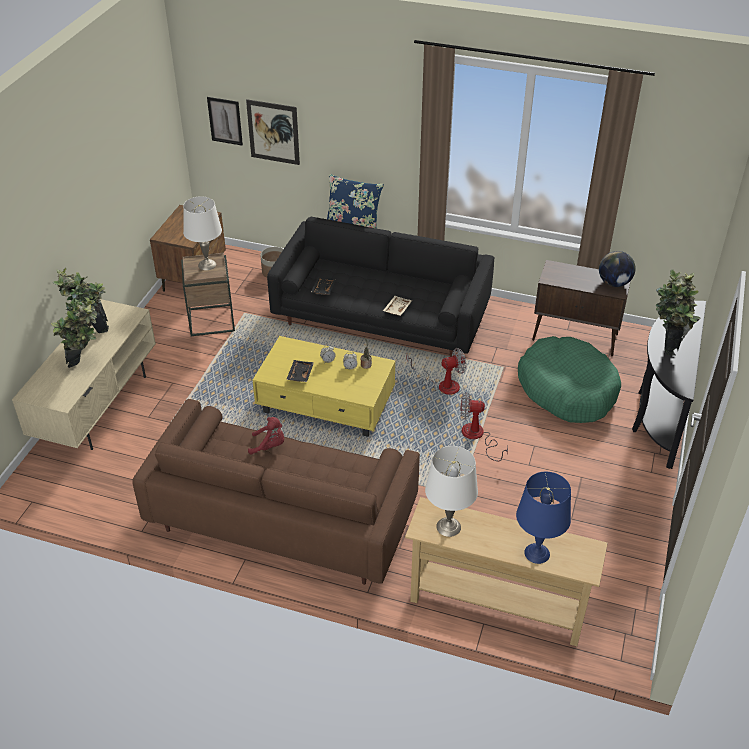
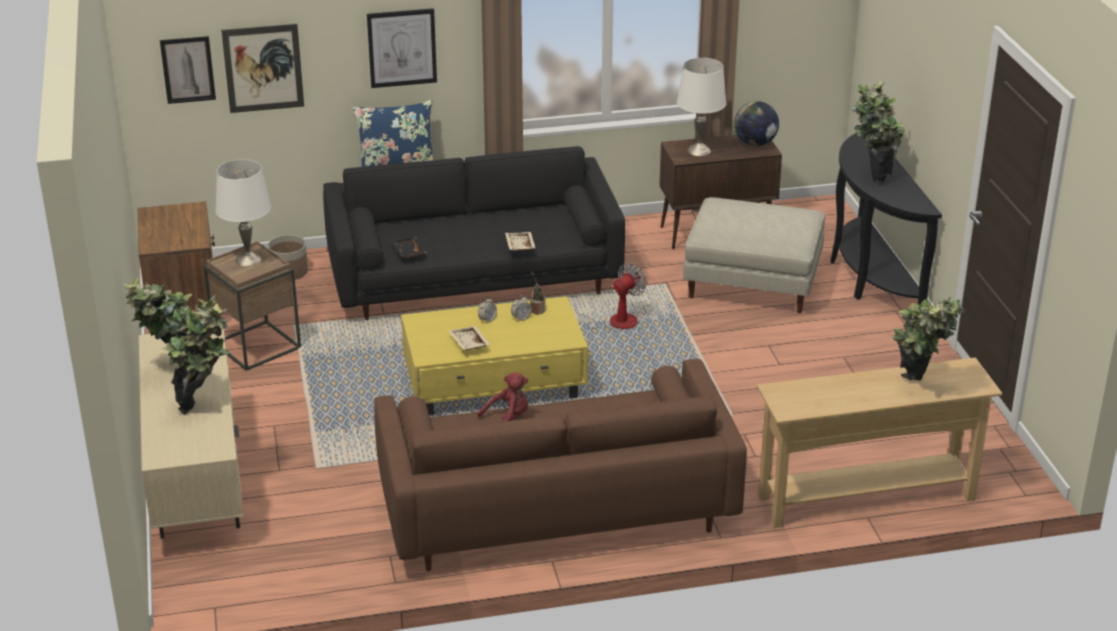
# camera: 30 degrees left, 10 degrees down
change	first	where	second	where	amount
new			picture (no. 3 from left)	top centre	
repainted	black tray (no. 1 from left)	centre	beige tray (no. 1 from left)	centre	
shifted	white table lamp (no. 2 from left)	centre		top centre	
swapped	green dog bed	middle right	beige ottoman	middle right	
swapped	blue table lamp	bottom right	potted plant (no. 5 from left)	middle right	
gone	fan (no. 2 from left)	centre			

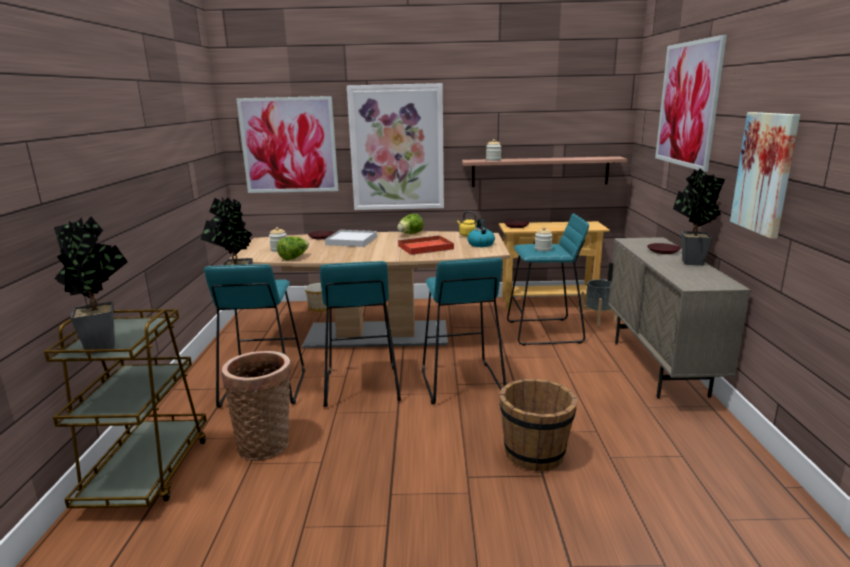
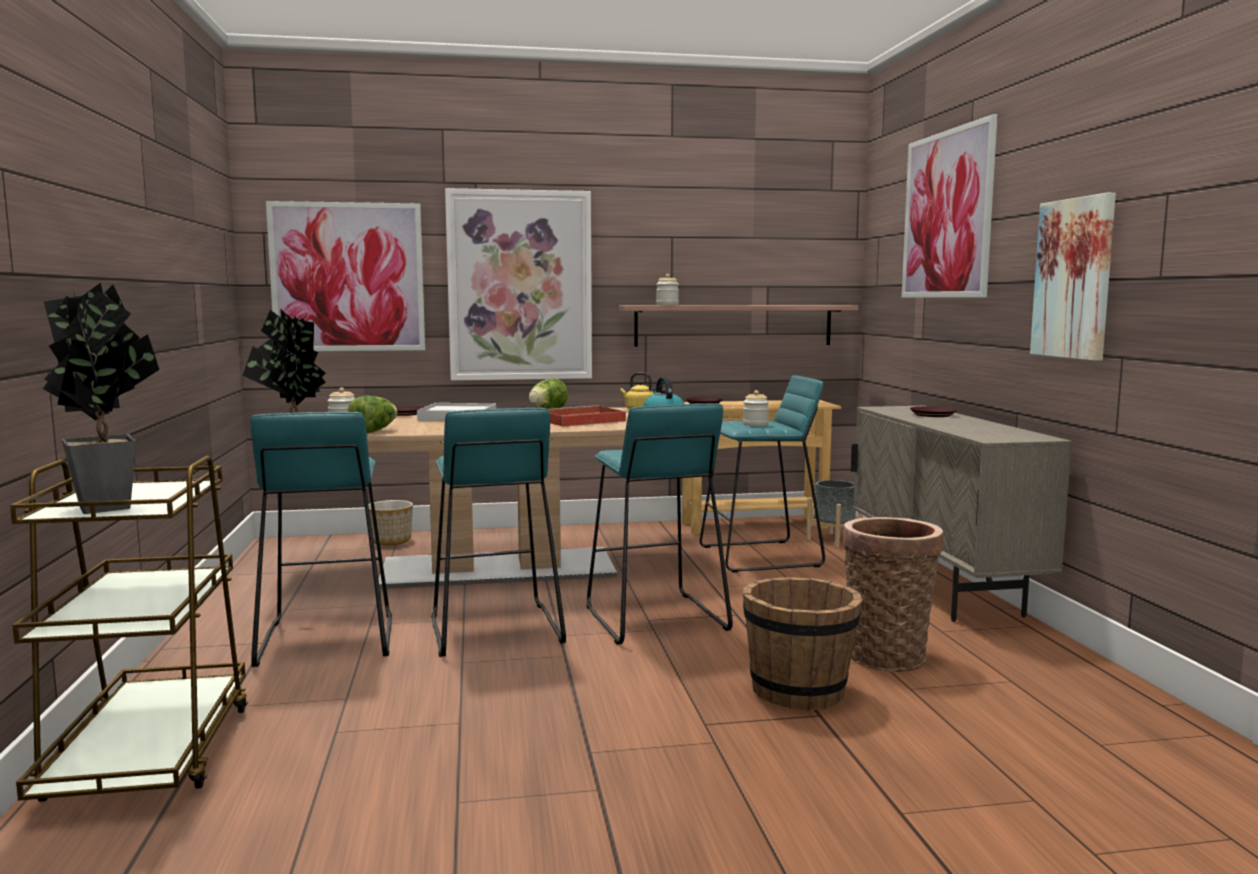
# camera: 10 degrees left, 10 degrees down
change	first	where	second	where	amount
shifted	basket	bottom left		bottom right	
gone	potted plant (no. 3 from left)	middle right			

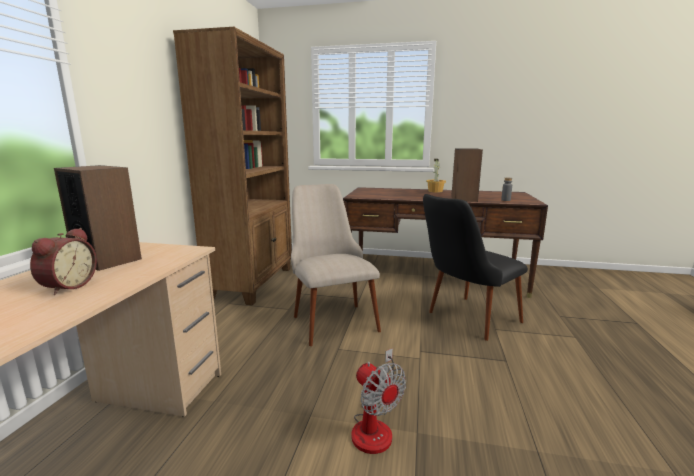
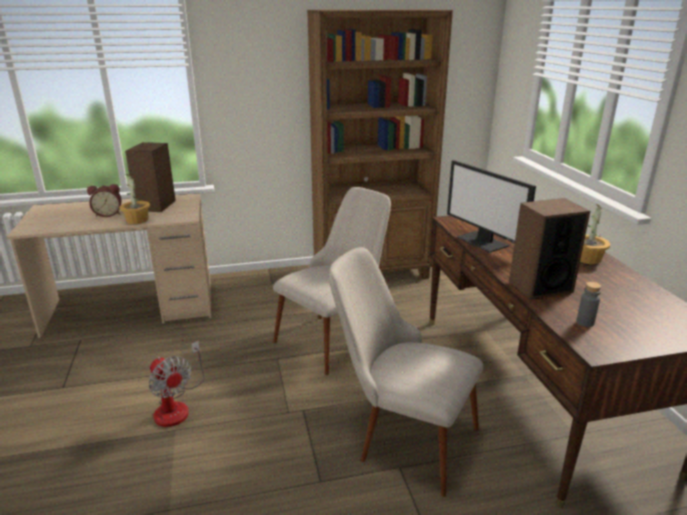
# camera: 65 degrees right, 10 degrees up
change	first	where	second	where	amount
new			potted plant (no. 1 from left)	middle left	
rotated	fan	bottom centre		bottom left	75 degrees counterclockwise
repainted	black chair	middle right	beige chair (no. 2 from left)	bottom centre	
new			monitor	middle right	

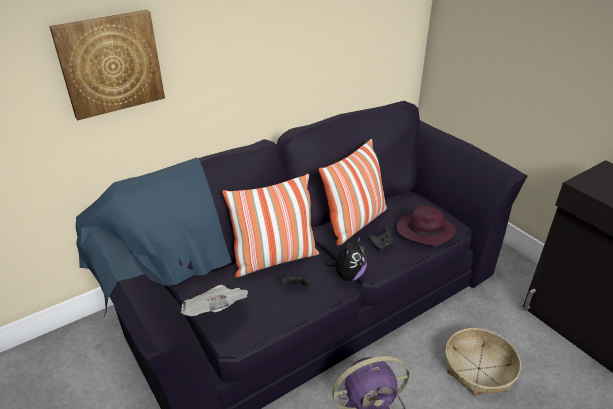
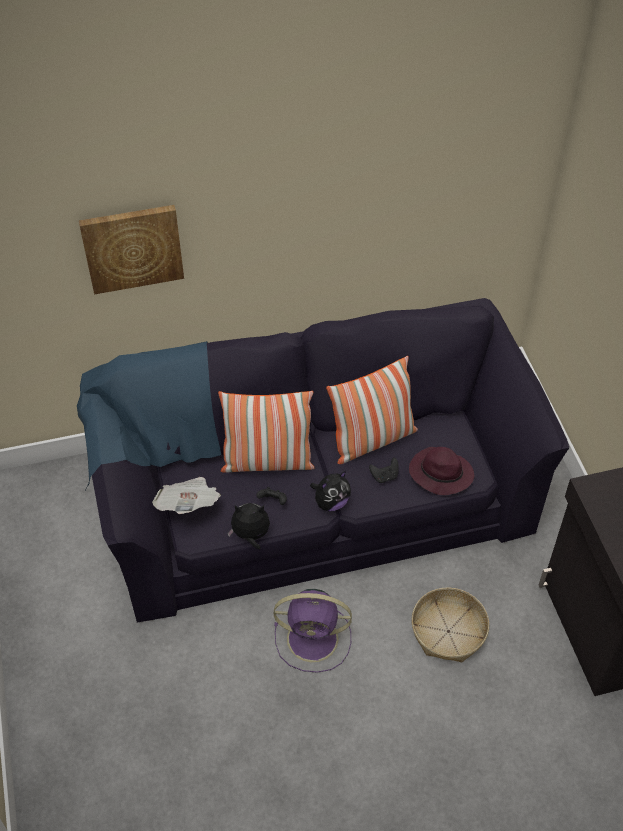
# camera: 20 degrees right, 15 degrees up
change	first	where	second	where	amount
new			plush toy (no. 1 from left)	centre	

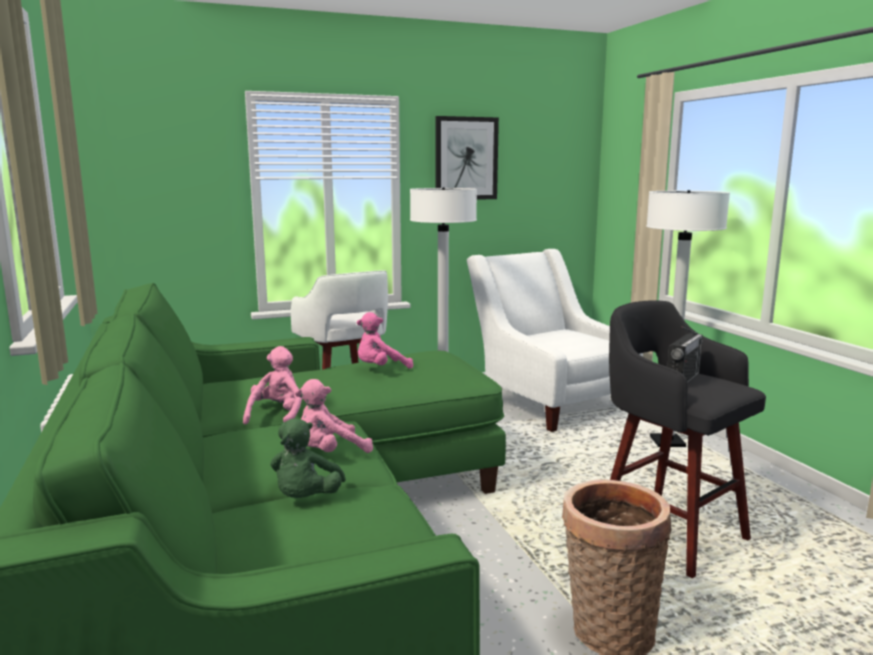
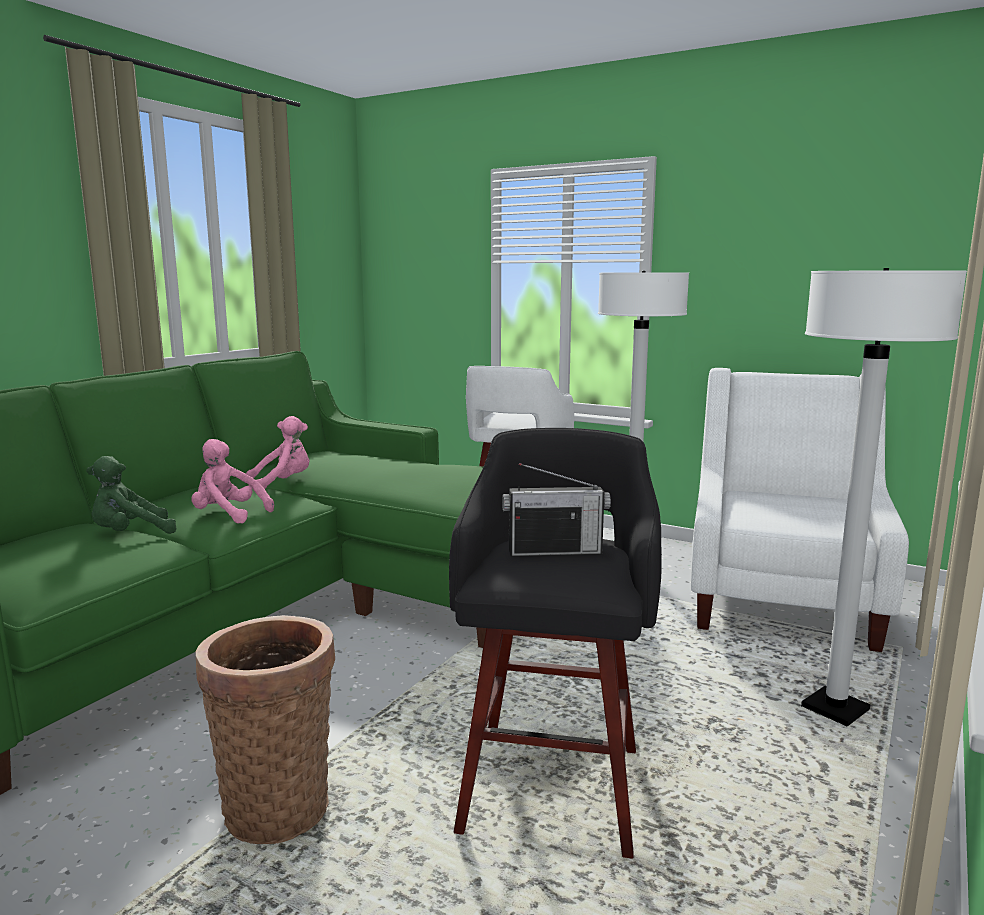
# camera: 50 degrees right, 0 degrees up
change	first	where	second	where	amount
gone	pink plush toy (no. 3 from left)	centre			
gone	picture	top centre			

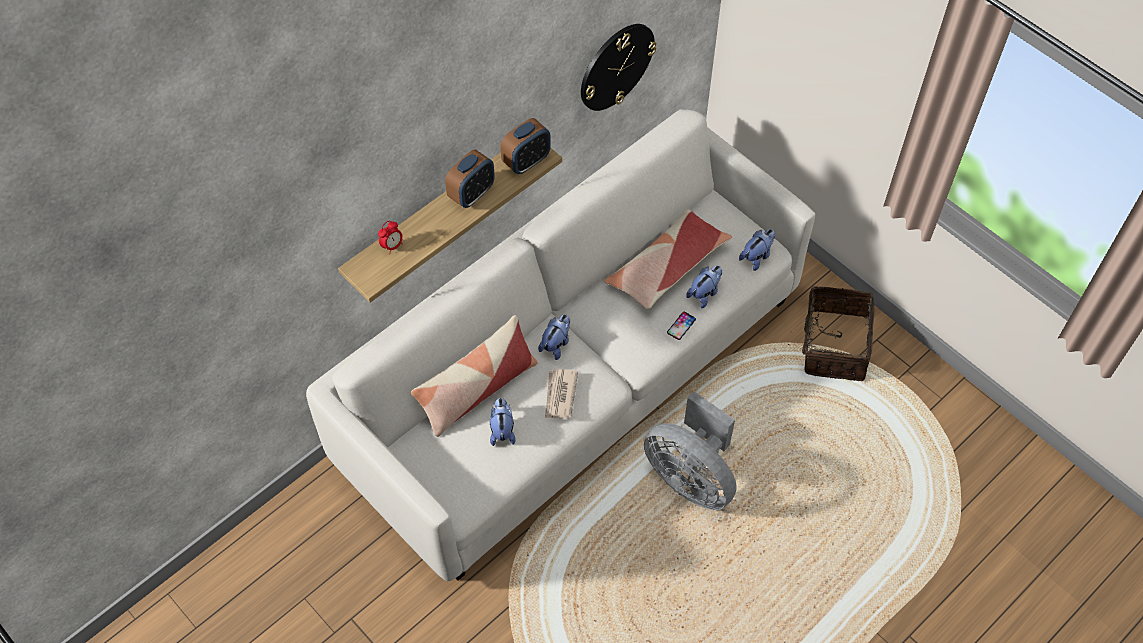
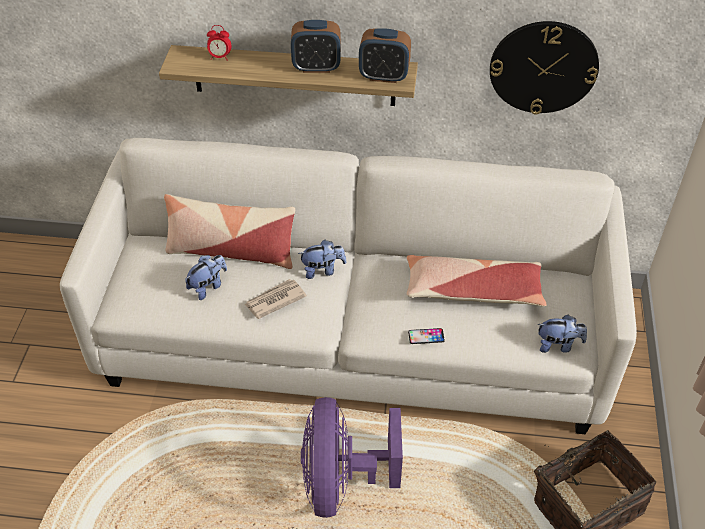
# camera: 50 degrees right, 10 degrees down
change	first	where	second	where	amount
repainted	grey fan	bottom centre	purple fan	bottom centre	
gone	plush toy (no. 3 from left)	centre			

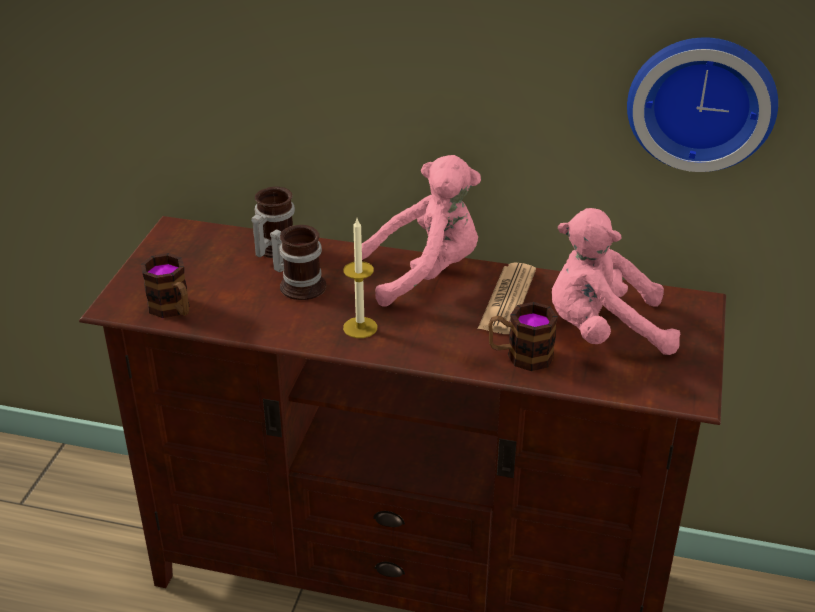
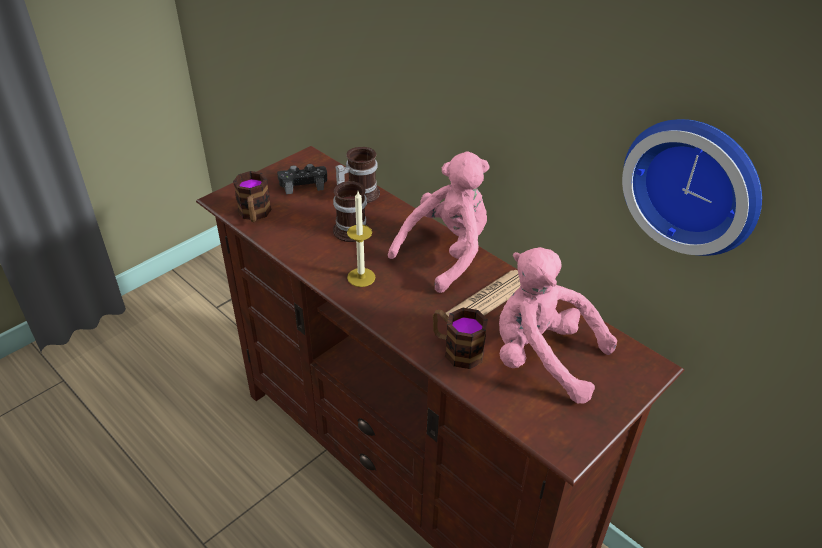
# camera: 30 degrees right, 5 degrees up
change	first	where	second	where	amount
new			black game controller	top centre	
rotated	pink plush toy (no. 1 from left)	centre		centre	60 degrees counterclockwise

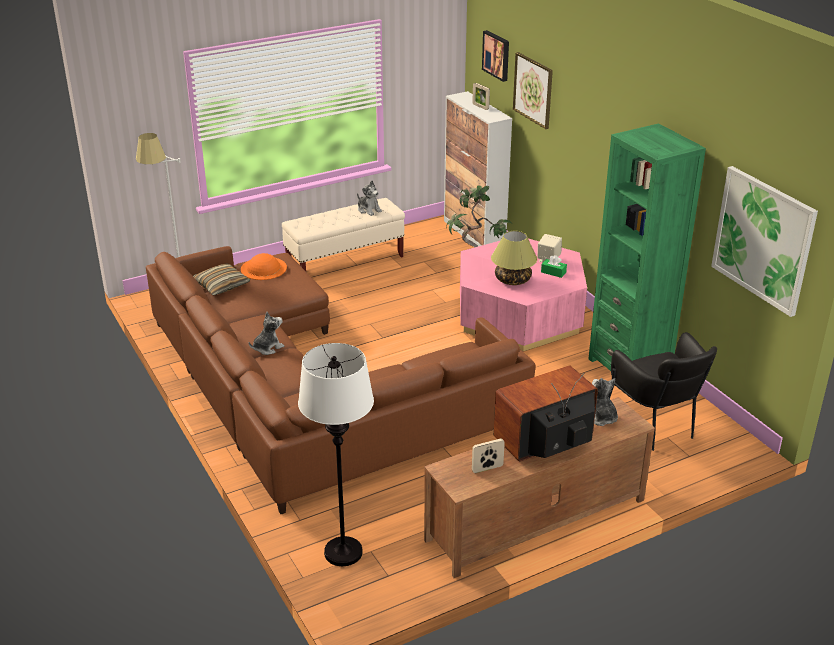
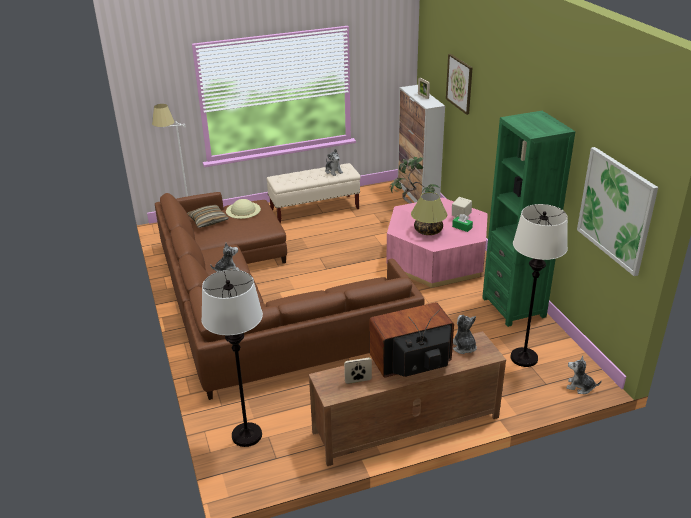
# camera: 10 degrees right, 0 degrees up
change	first	where	second	where	amount
repainted	orange hat	middle left	beige hat	centre	
swapped	black armchair	middle right	white floor lamp (no. 3 from left)	middle right	
new			plush toy (no. 4 from left)	bottom right	
gone	picture (no. 1 from left)	top centre			

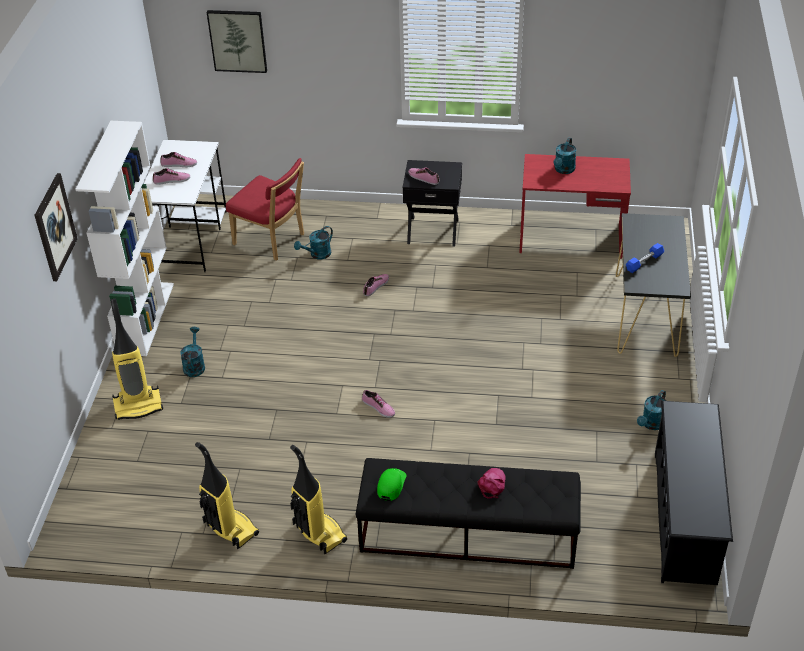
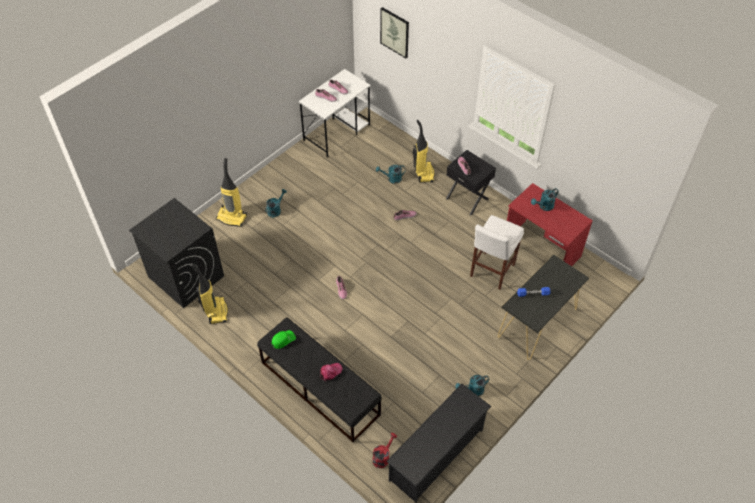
# camera: 35 degrees right, 10 degrees up
change	first	where	second	where	amount
new			black washing machine	middle left	
new			red watering can	bottom centre	
shifted	vacuum cleaner (no. 3 from left)	bottom centre		top centre	
new			white stool	centre	
gone	picture (no. 1 from left)	middle left			
gone	white bookcase	middle left			
gone	red chair	top left			

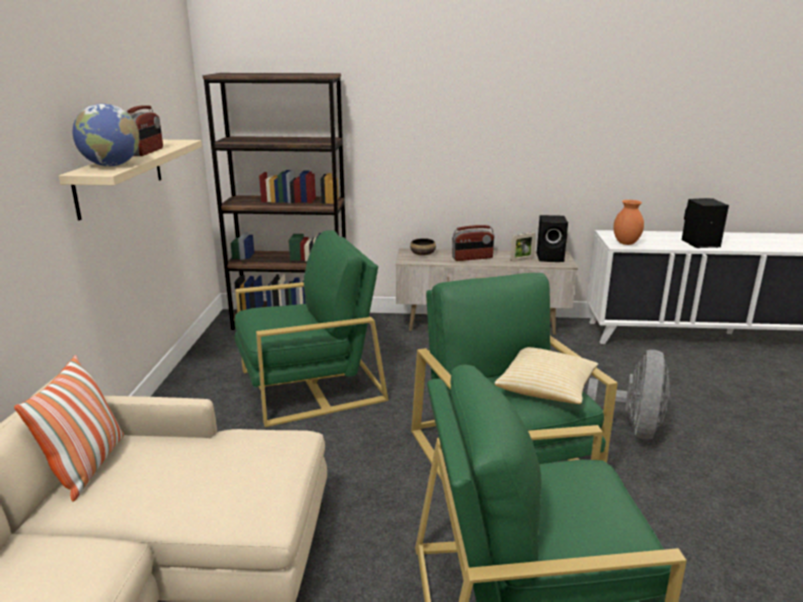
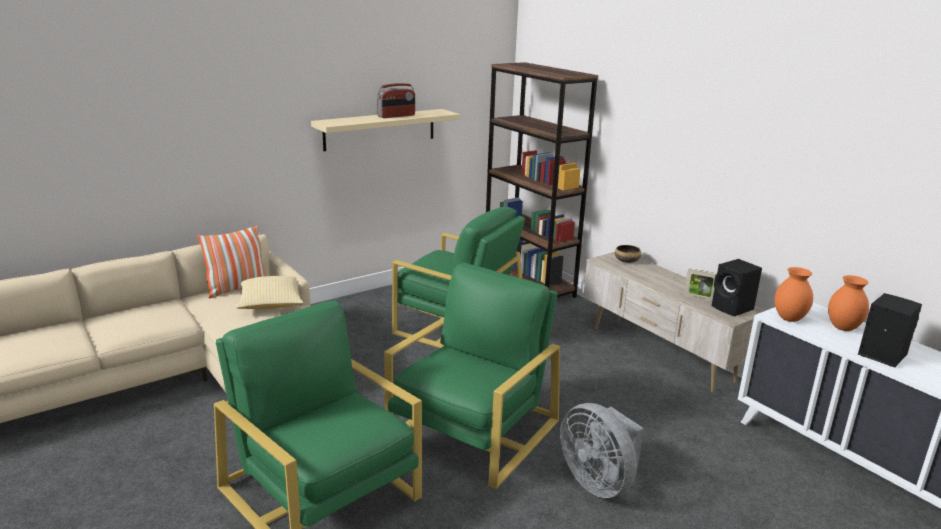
# camera: 50 degrees right, 0 degrees up
change	first	where	second	where	amount
shifted	pillow (no. 2 from left)	middle right		middle left	
rotated	grey fan	middle right		bottom centre	75 degrees clockwise
new			orange vase (no. 2 from left)	middle right	
gone	globe	top left			
gone	radio (no. 2 from left)	centre			

